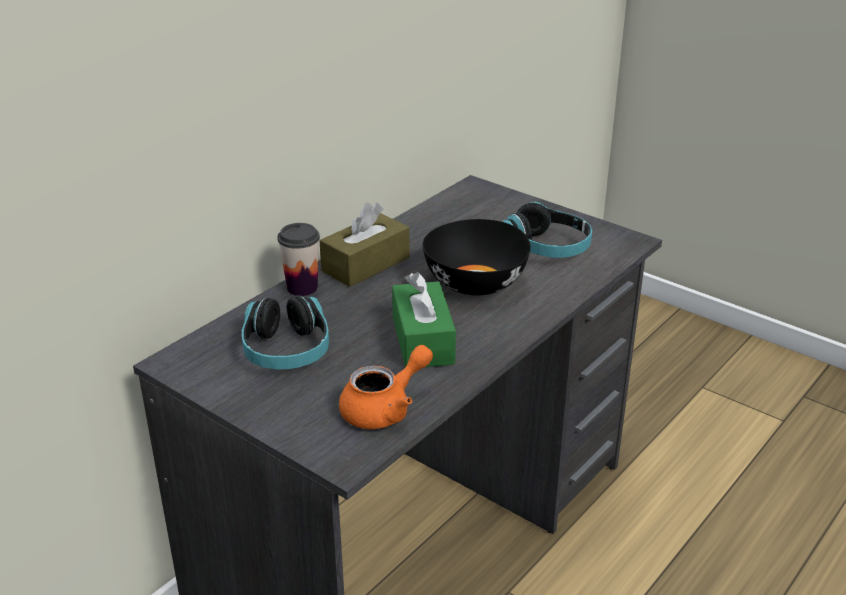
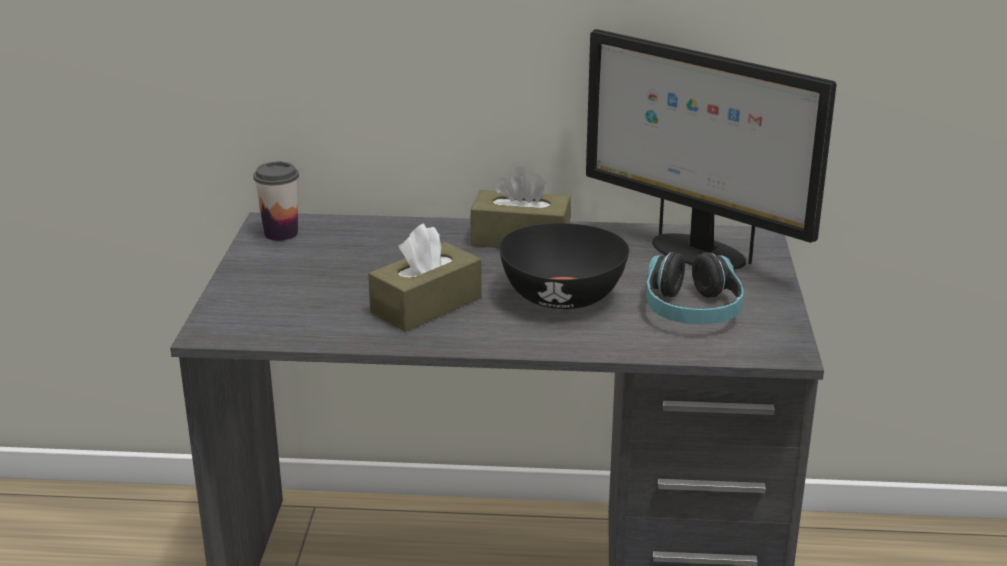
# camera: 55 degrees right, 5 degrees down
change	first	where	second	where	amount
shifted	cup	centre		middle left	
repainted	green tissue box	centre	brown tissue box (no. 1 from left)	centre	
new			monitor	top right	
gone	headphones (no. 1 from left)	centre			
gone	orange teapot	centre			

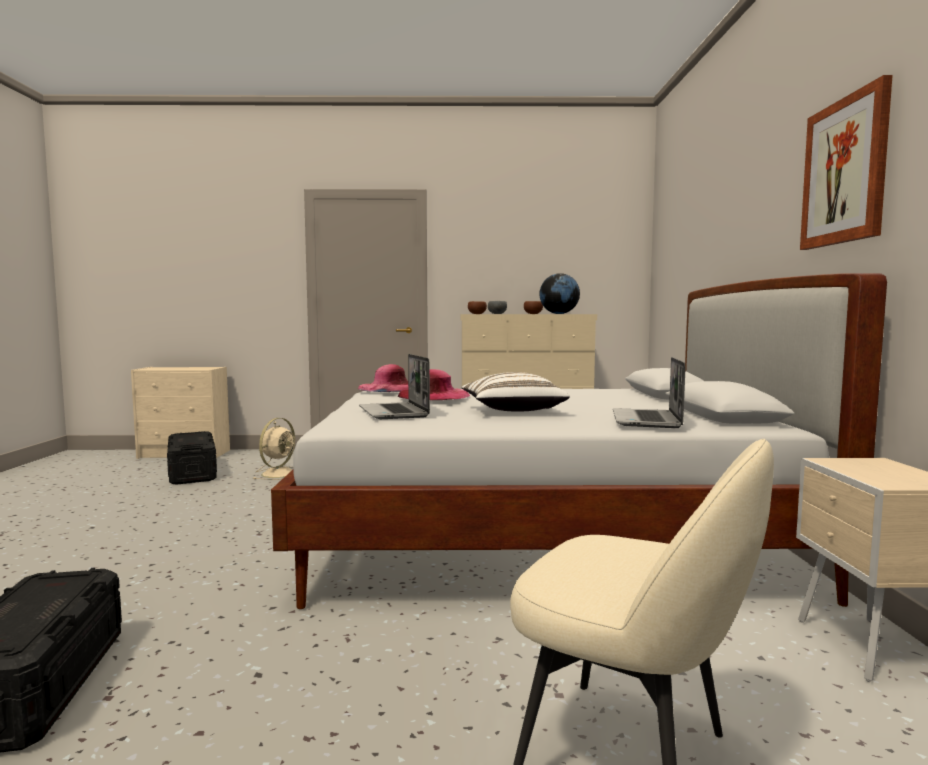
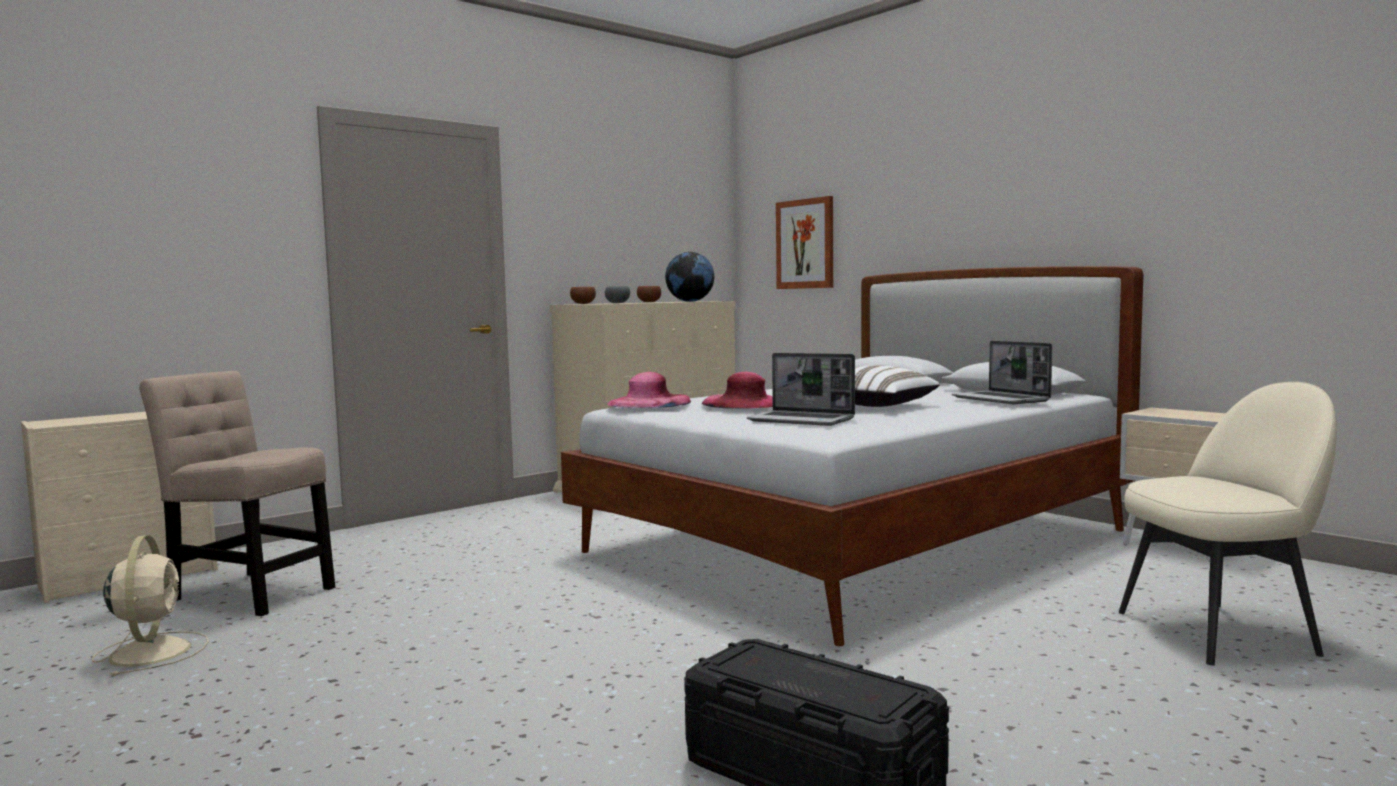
# camera: 40 degrees left, 0 degrees up
change	first	where	second	where	amount
shifted	beige fan	middle left		bottom left	
swapped	black storage box (no. 2 from left)	middle left	beige chair (no. 1 from left)	middle left	
shifted	picture	top right		top centre	

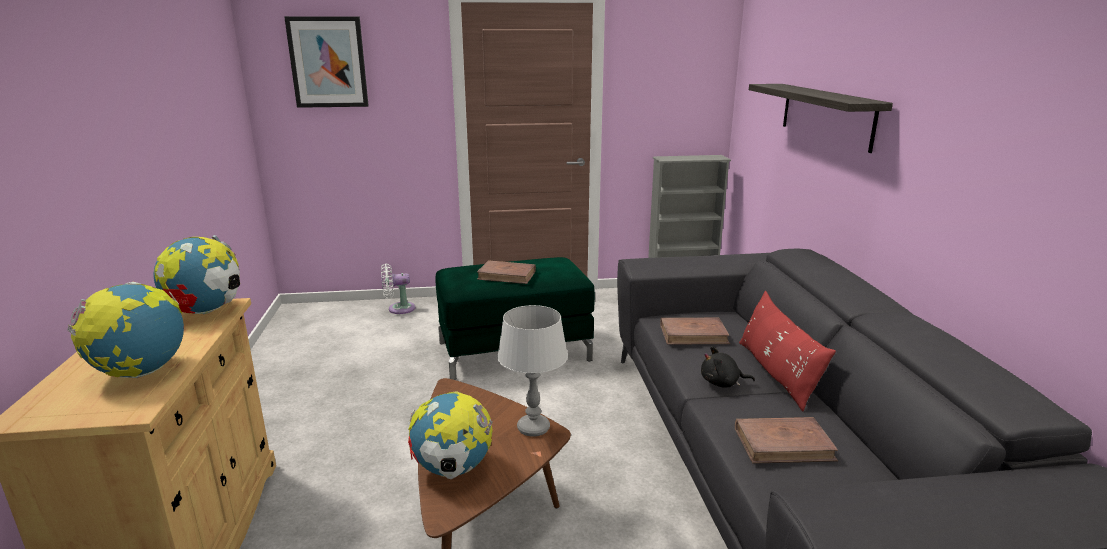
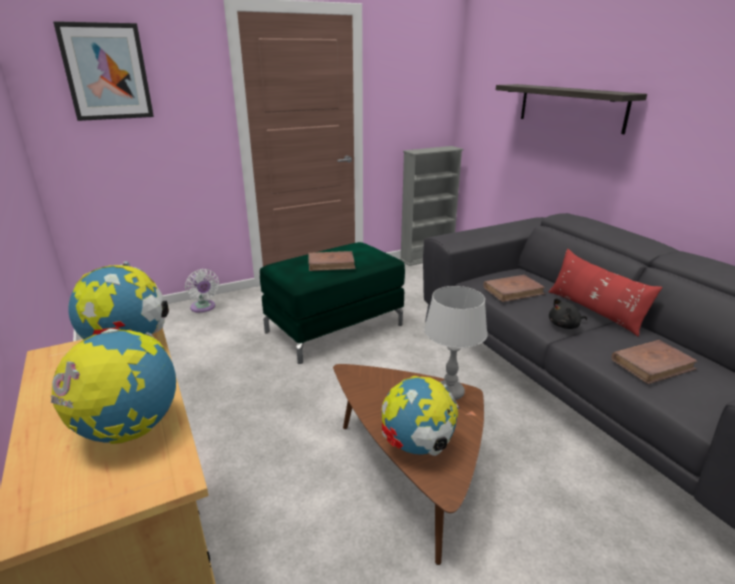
# camera: 20 degrees left, 5 degrees up
change	first	where	second	where	amount
rotated	white fan	centre		middle left	90 degrees counterclockwise

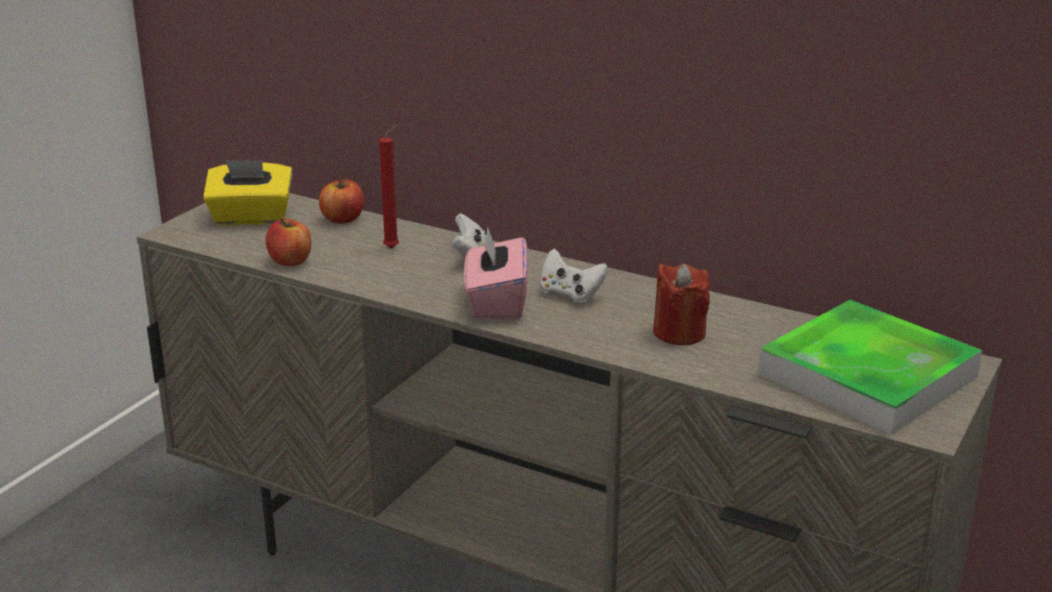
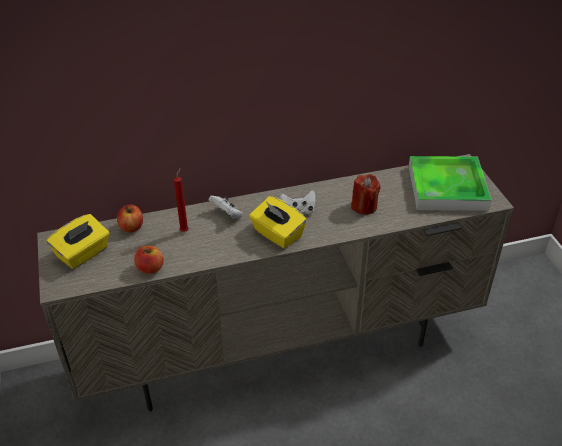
# camera: 45 degrees left, 15 degrees up
change	first	where	second	where	amount
repainted	pink tissue box	centre	yellow tissue box (no. 2 from left)	centre	

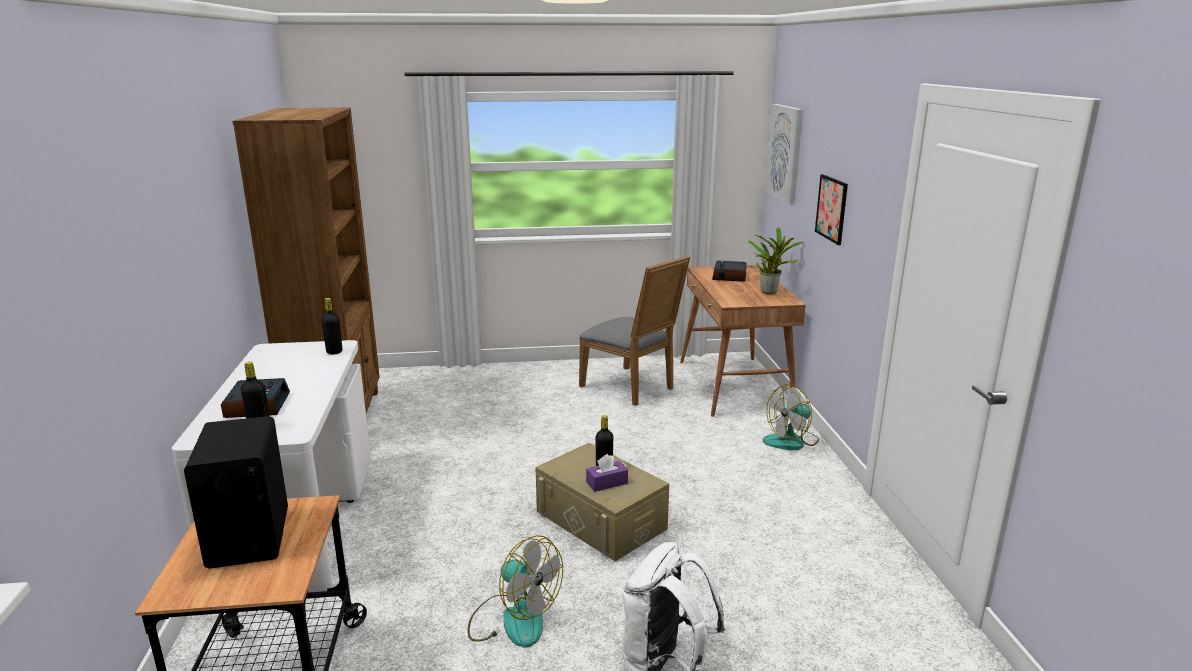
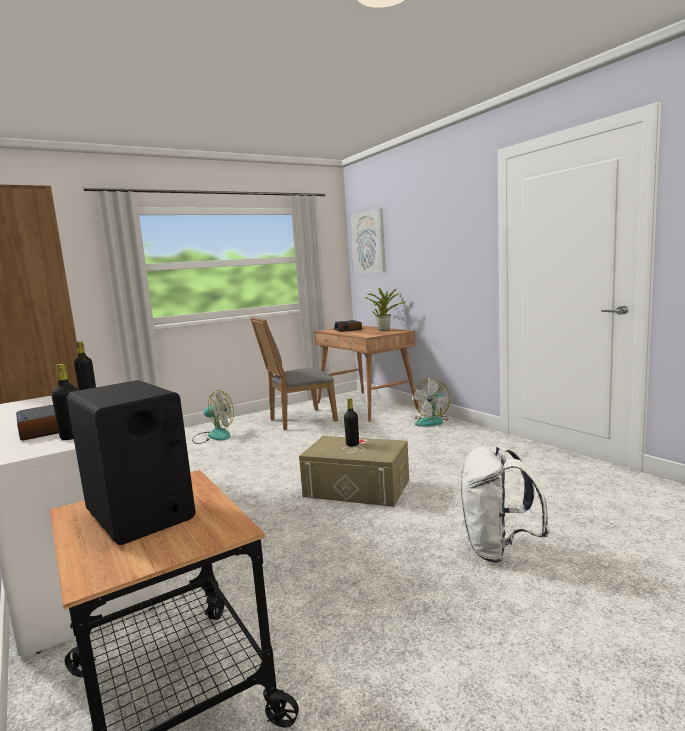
# camera: 25 degrees left, 10 degrees down
change	first	where	second	where	amount
shifted	fan (no. 1 from left)	bottom centre		middle left	
rotated	grey chair	centre		centre	135 degrees clockwise
gone	purple tissue box	bottom centre			
gone	picture (no. 2 from left)	top right			

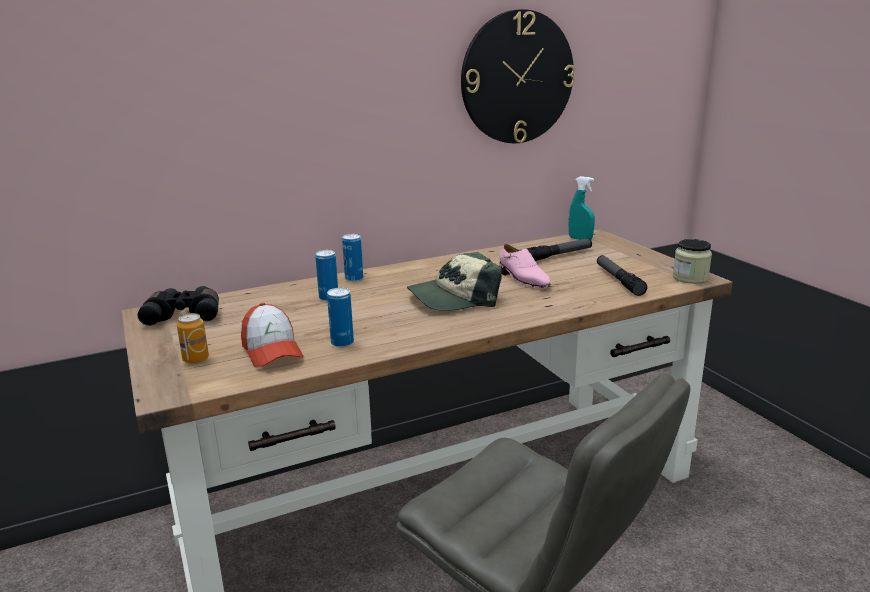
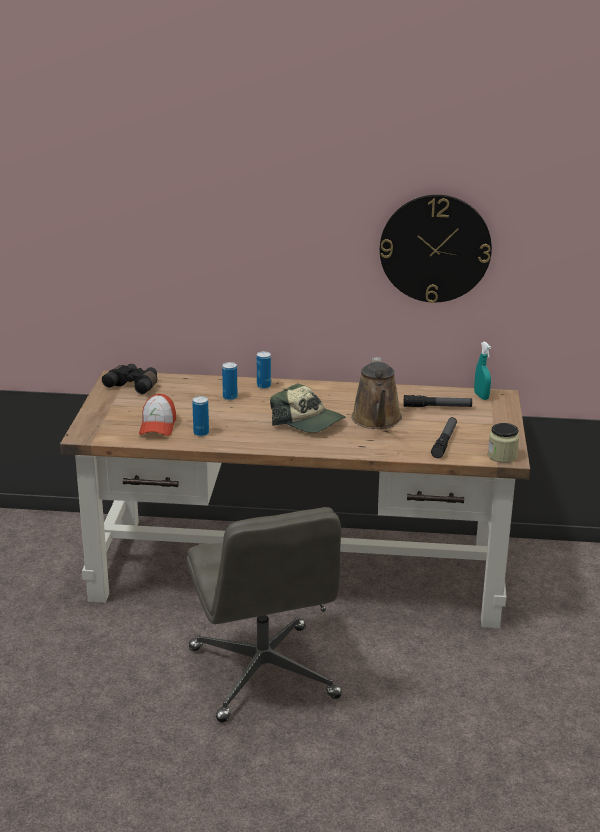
# camera: 30 degrees right, 5 degrees up
change	first	where	second	where	amount
rotated	cap (no. 2 from left)	centre		centre	150 degrees counterclockwise
swapped	pink shoe	centre	brown watering can	centre	
gone	can (no. 1 from left)	middle left			

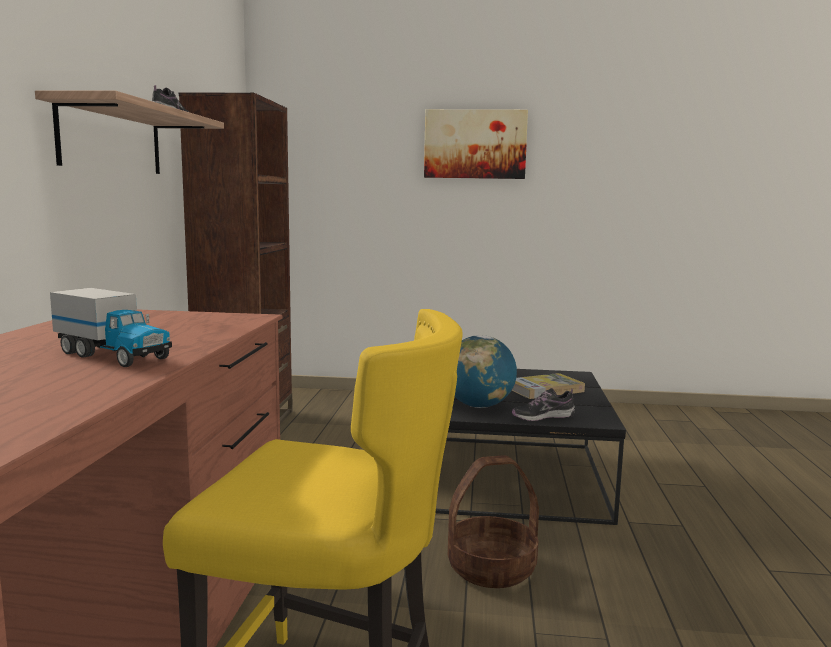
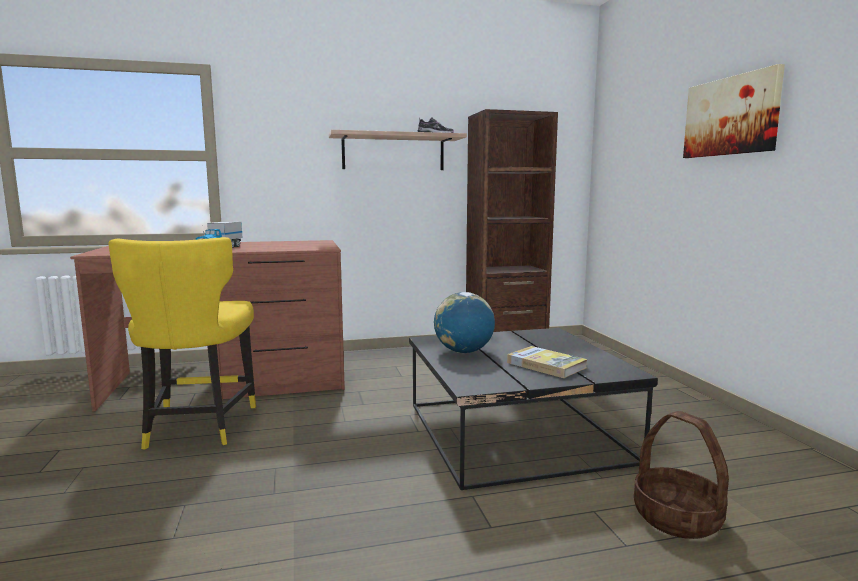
# camera: 70 degrees right, 0 degrees up
change	first	where	second	where	amount
shifted	basket	bottom centre		bottom right	
gone	shoe (no. 2 from left)	centre			

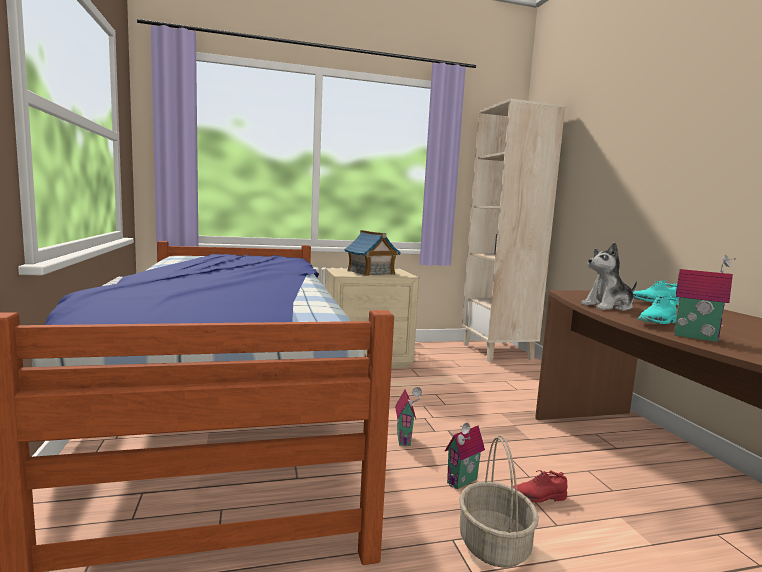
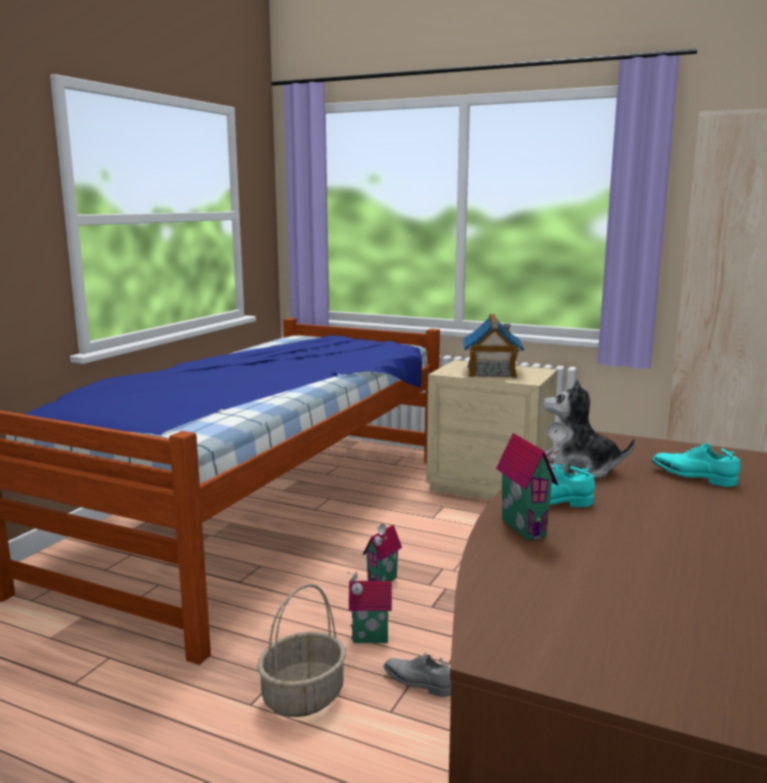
# camera: 40 degrees right, 5 degrees up
change	first	where	second	where	amount
repainted	red shoe	bottom right	grey shoe	bottom centre	

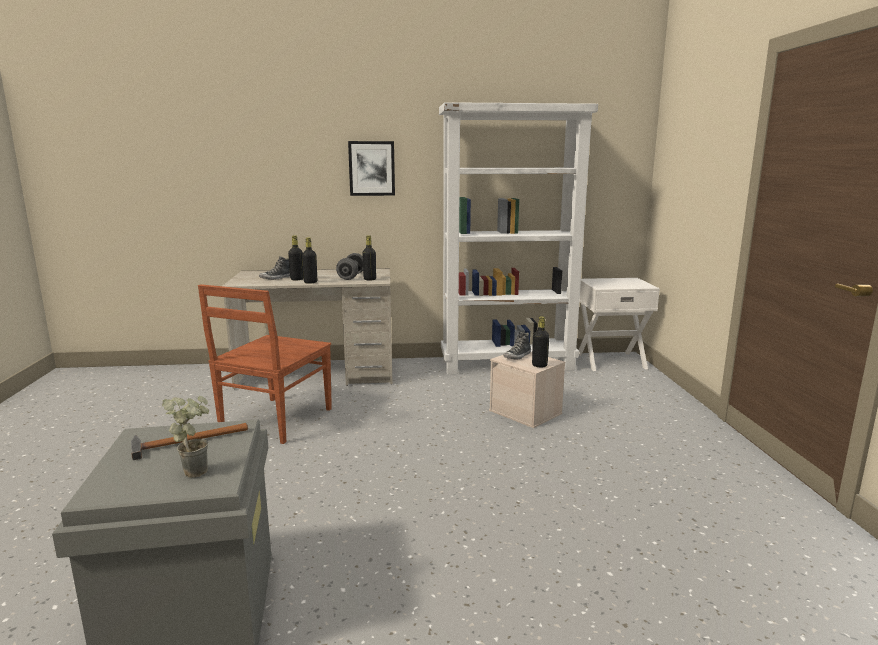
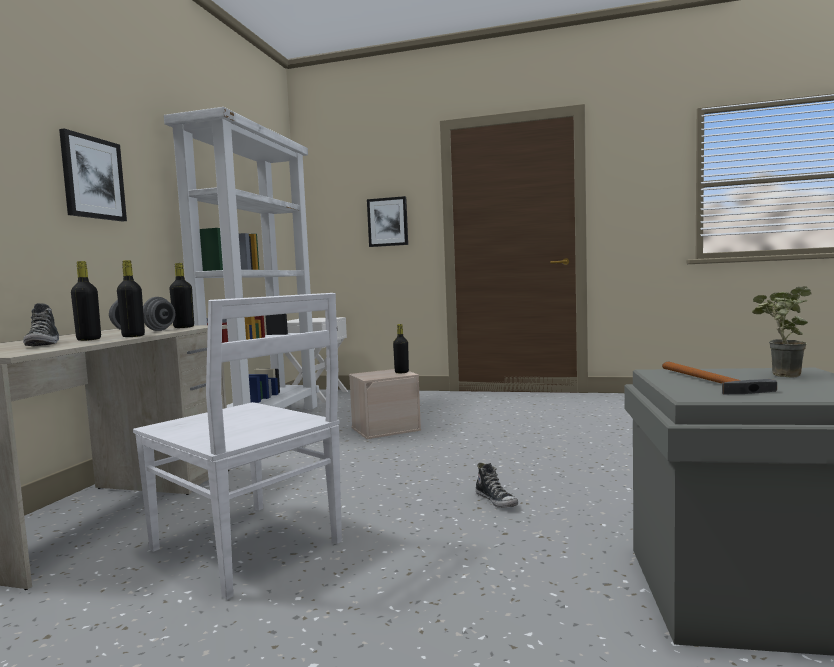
# camera: 70 degrees left, 10 degrees down
change	first	where	second	where	amount
repainted	brown chair	middle left	white chair	bottom left	
new			picture (no. 2 from left)	top centre	
shifted	shoe (no. 2 from left)	centre		bottom centre	

